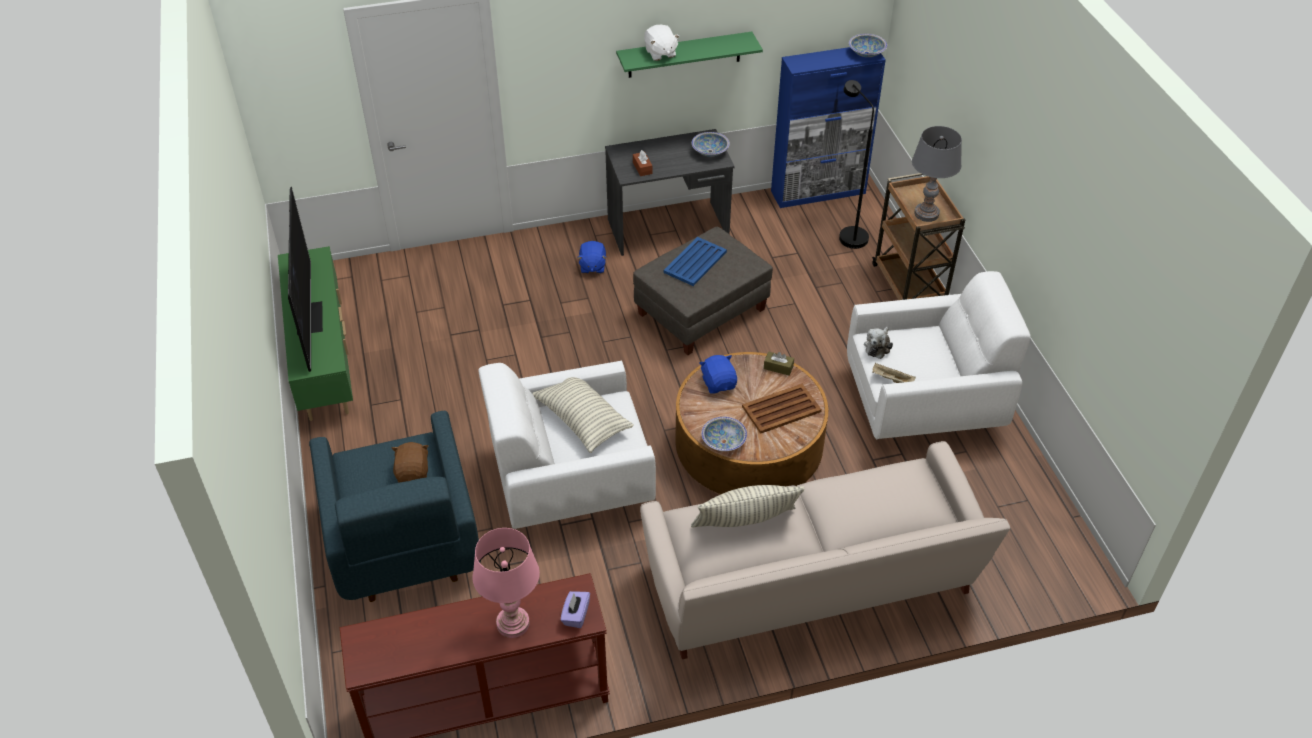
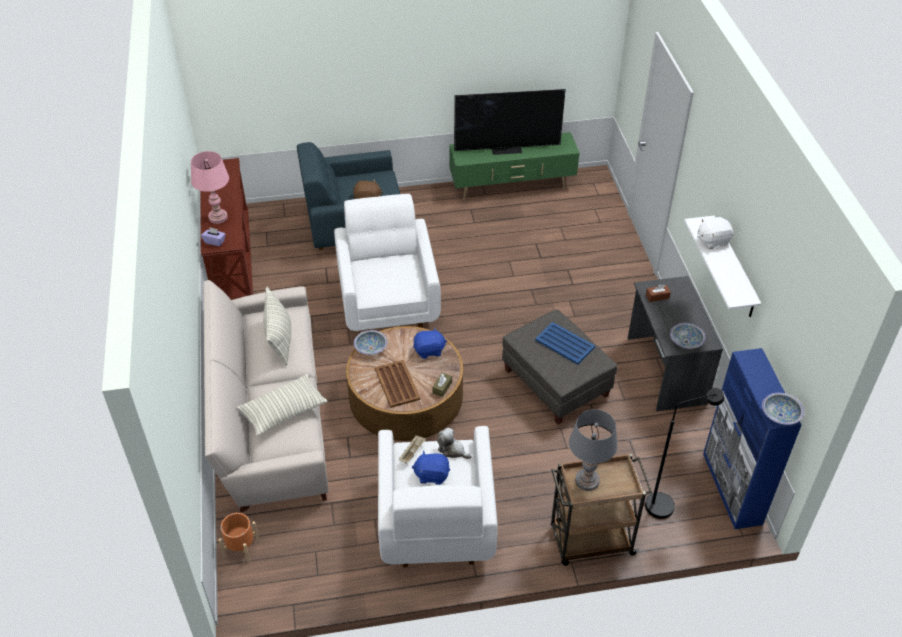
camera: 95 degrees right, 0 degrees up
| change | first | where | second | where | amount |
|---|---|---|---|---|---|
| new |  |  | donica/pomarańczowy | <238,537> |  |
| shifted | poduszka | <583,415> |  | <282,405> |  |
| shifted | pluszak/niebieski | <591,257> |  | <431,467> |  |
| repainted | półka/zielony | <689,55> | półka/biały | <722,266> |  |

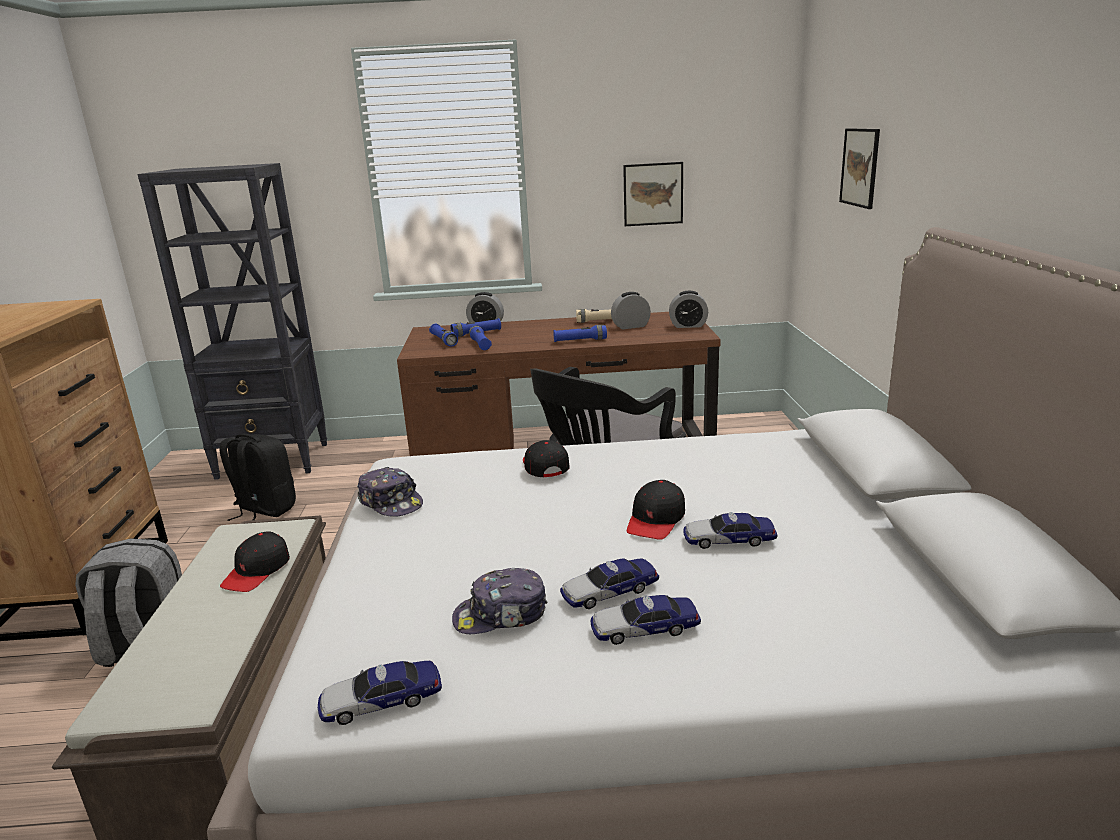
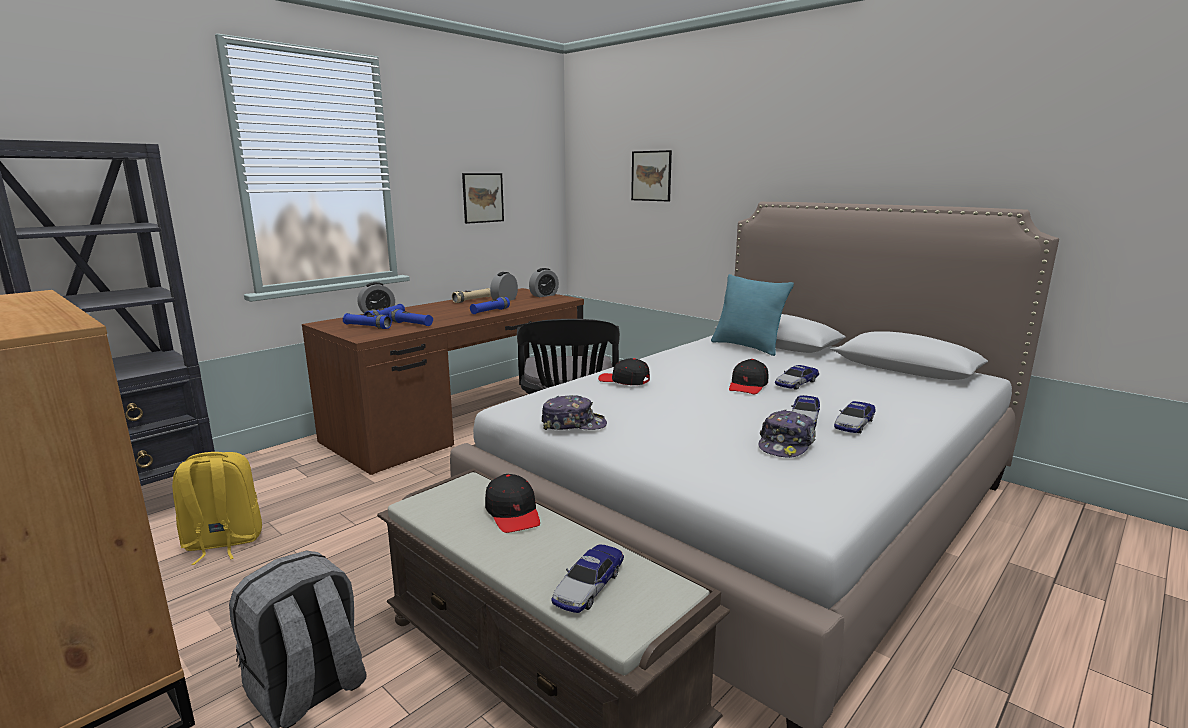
camera: 45 degrees left, 5 degrees down
| change | first | where | second | where | amount |
|---|---|---|---|---|---|
| new |  |  | poduszka/turkusowy | <752,315> |  |
| shifted | samochodzik | <380,693> |  | <587,578> |  |
| repainted | plecak/czarny | <258,477> | plecak/żółty | <217,508> |  |
| rotated | czapka z daszkiem/czarny | <656,510> |  | <748,376> | 45 degrees clockwise |

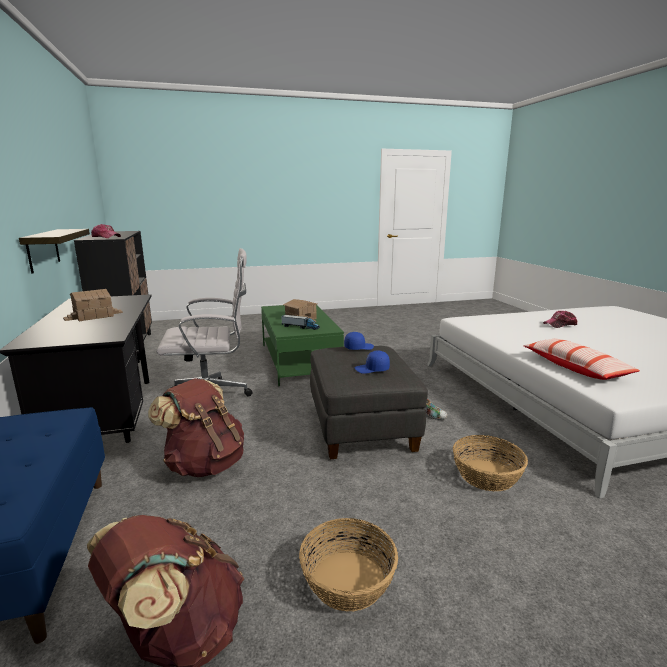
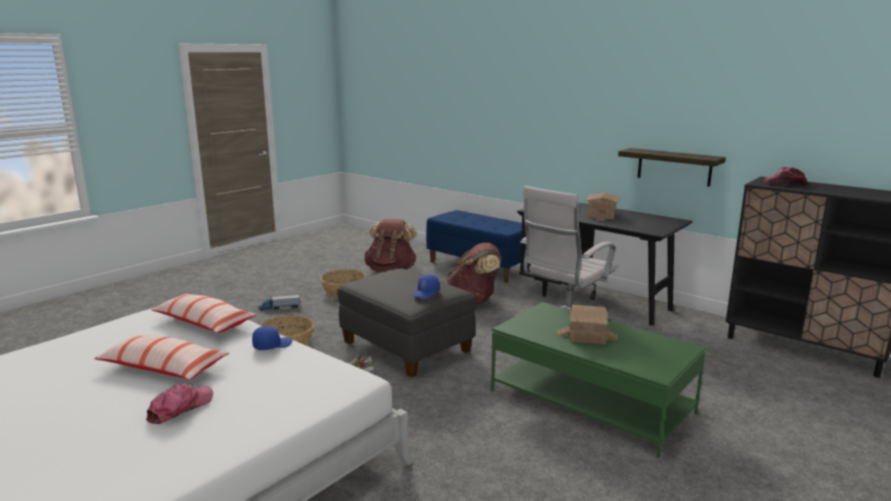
camera: 145 degrees right, 0 degrees up
| change | first | where | second | where | amount |
|---|---|---|---|---|---|
| new |  |  | poduszka | <162,357> |  |
| shifted | ciężarówka zabawkowa | <300,322> |  | <279,303> |  |
| shifted | czapka z daszkiem/niebieski | <372,362> |  | <272,338> |  |

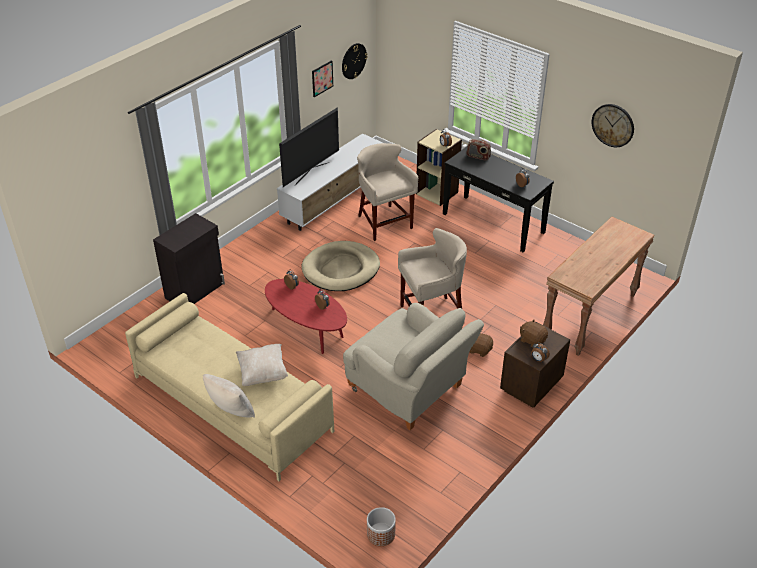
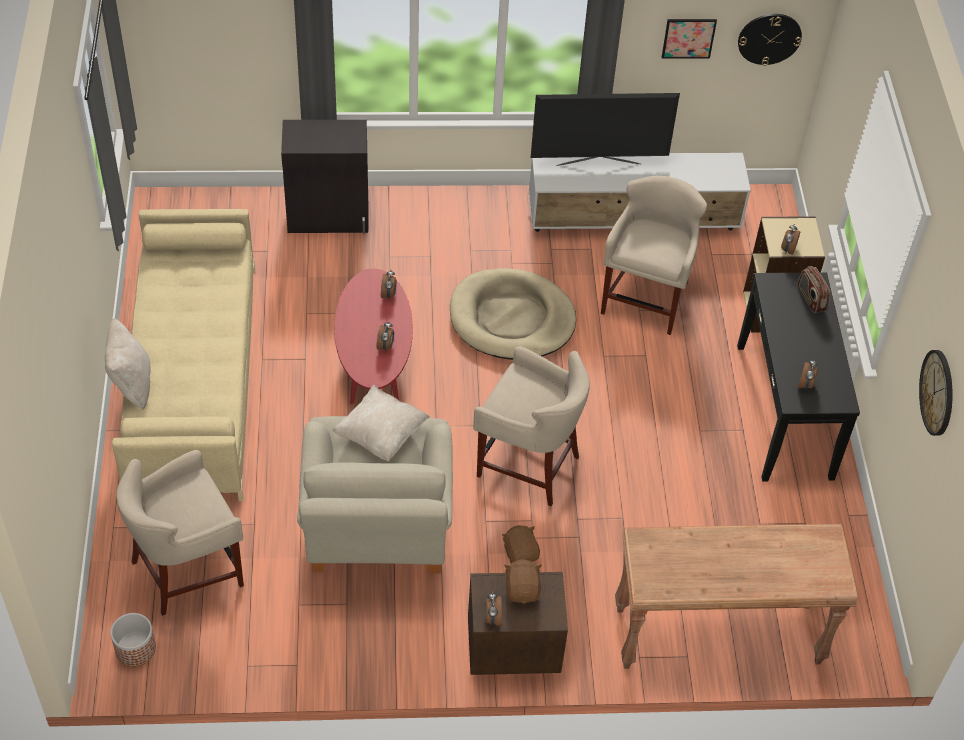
camera: 45 degrees right, 10 degrees up
| change | first | where | second | where | amount |
|---|---|---|---|---|---|
| new |  |  | stołek/beżowy | <180,533> |  |
| shifted | poduszka/beżowy | <262,365> |  | <381,423> |  |

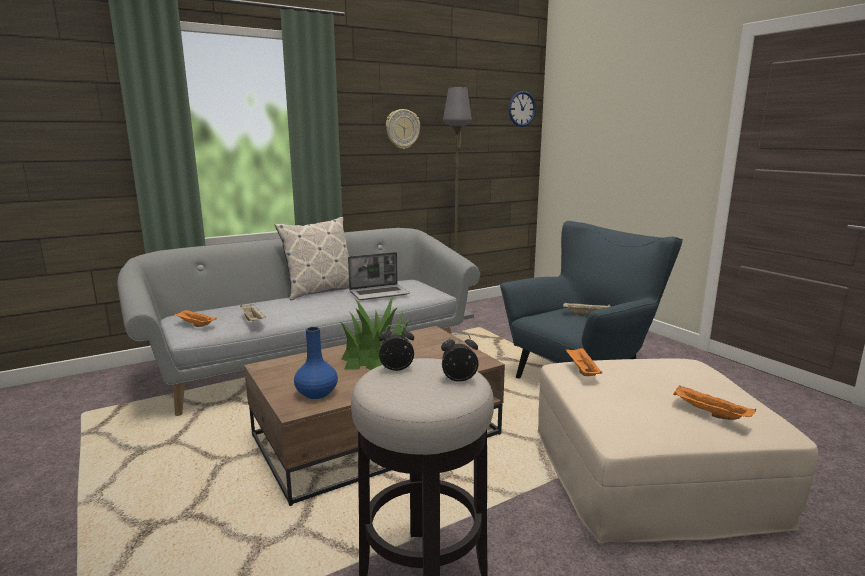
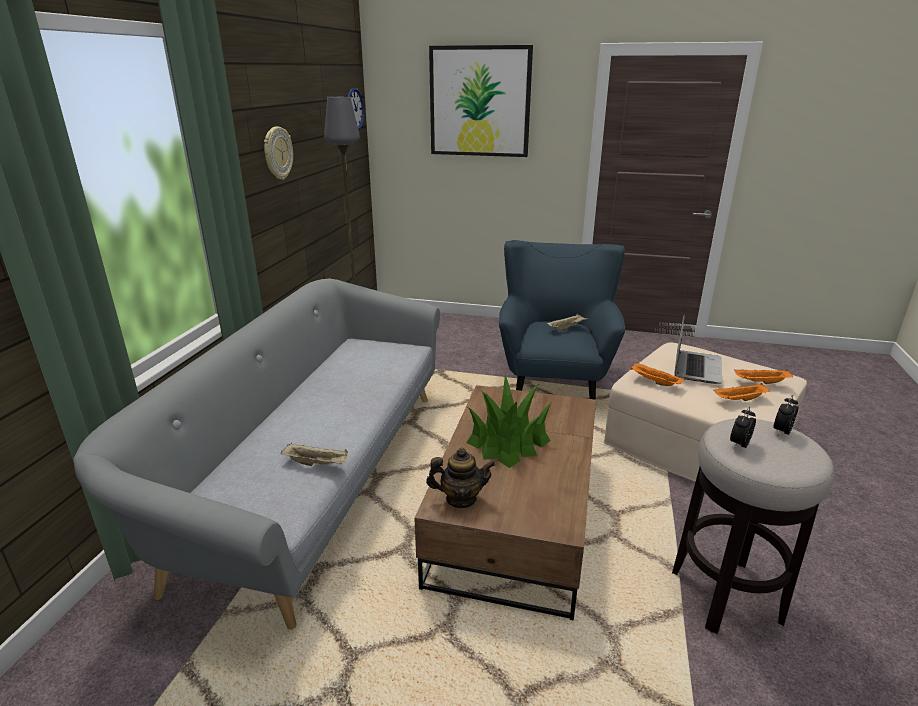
camera: 45 degrees left, 10 degrees up
| change | first | where | second | where | amount |
|---|---|---|---|---|---|
| gone | poduszka | <311,258> |  |  |  |
| gone | wazon/niebieski | <316,363> |  |  |  |
| new |  |  | imbryk | <460,478> |  |
| new |  |  | obraz | <481,101> |  |
| shifted | taca/pomarańczowy | <195,318> |  | <741,392> |  |
| shifted | laptop | <379,276> |  | <698,349> |  |

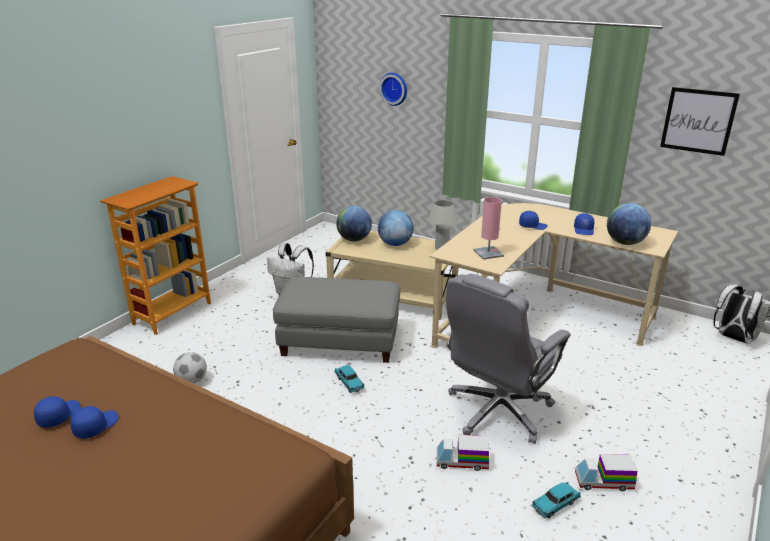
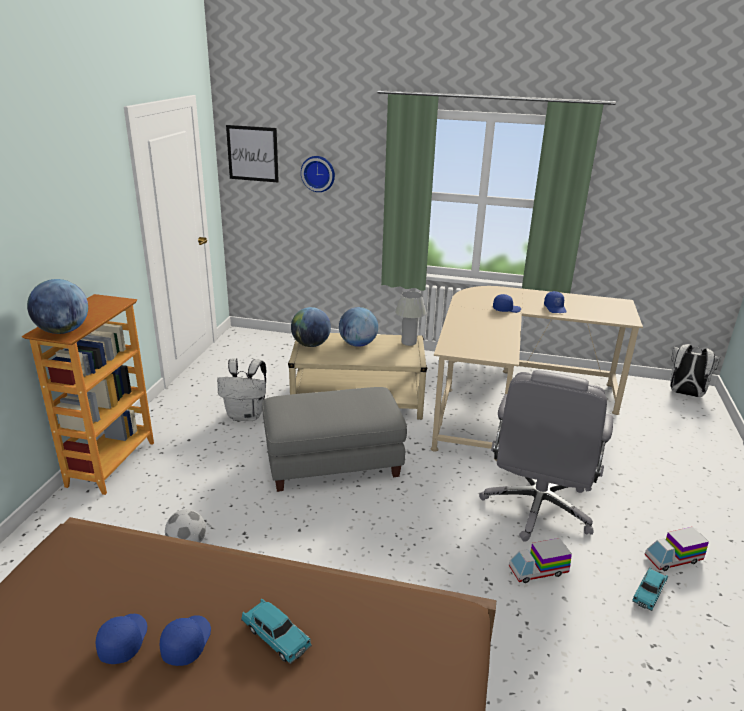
camera: 20 degrees left, 0 degrees up
| change | first | where | second | where | amount |
|---|---|---|---|---|---|
| gone | lampa stołowa/różowy | <489,228> |  |  |  |
| shifted | samochodzik/turkusowy | <349,378> |  | <276,631> |  |
| shifted | globus | <629,224> |  | <57,306> |  |
| shifted | obraz | <700,121> |  | <252,154> |  |

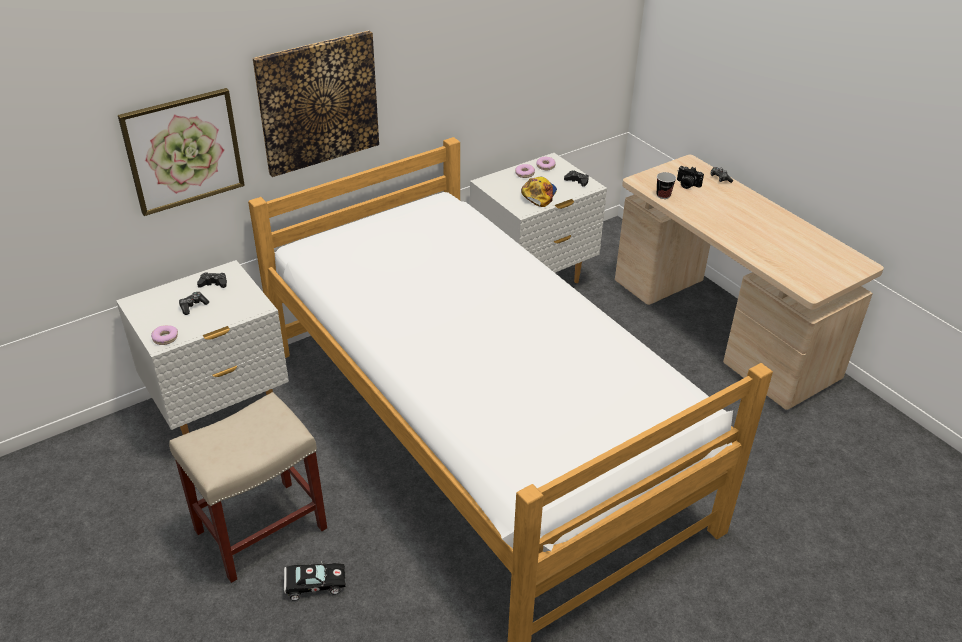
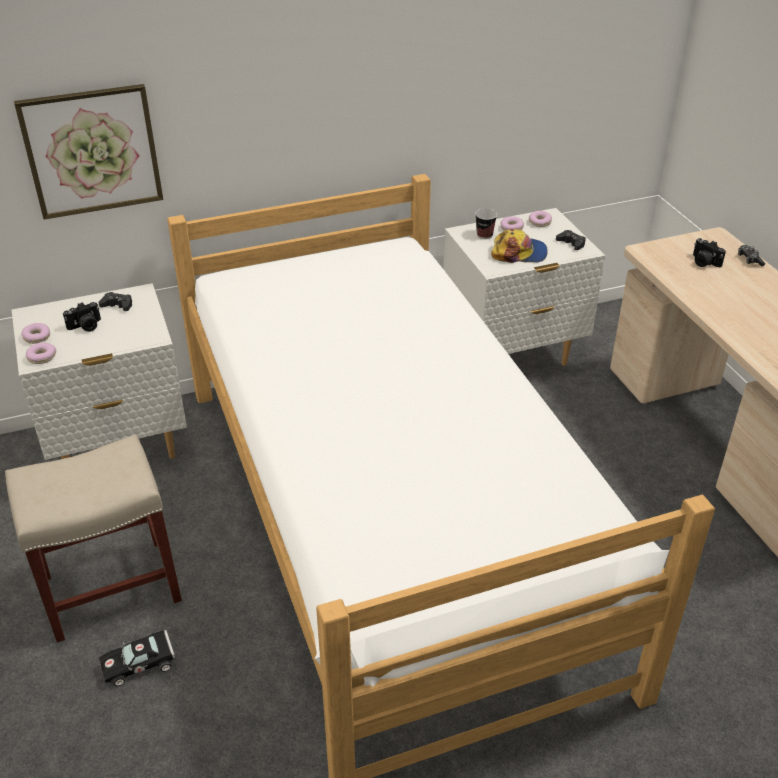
camera: 15 degrees right, 0 degrees up
| change | first | where | second | where | amount |
|---|---|---|---|---|---|
| gone | obraz | <315,103> |  |  |  |
| new |  |  | donut | <35,333> |  |
| shifted | filiżanka | <666,185> |  | <486,224> |  |
| swapped | pad do gier | <194,303> | aparat fotograficzny | <82,317> |  |
| rotated | samochodzik/czarny | <314,581> |  | <137,658> | 150 degrees clockwise |
| rotated | czapka z daszkiem | <539,192> |  | <519,245> | 60 degrees clockwise |

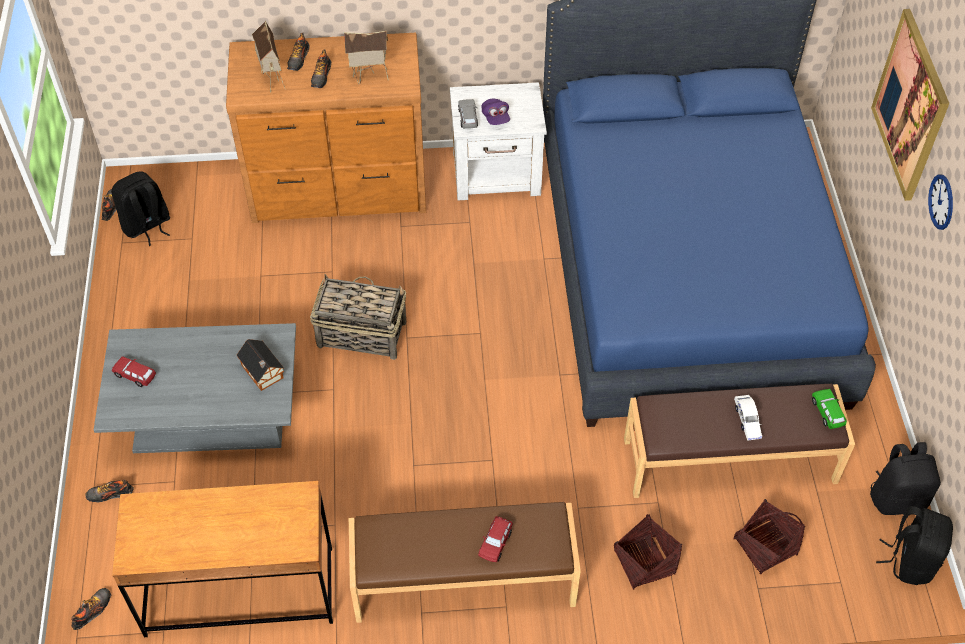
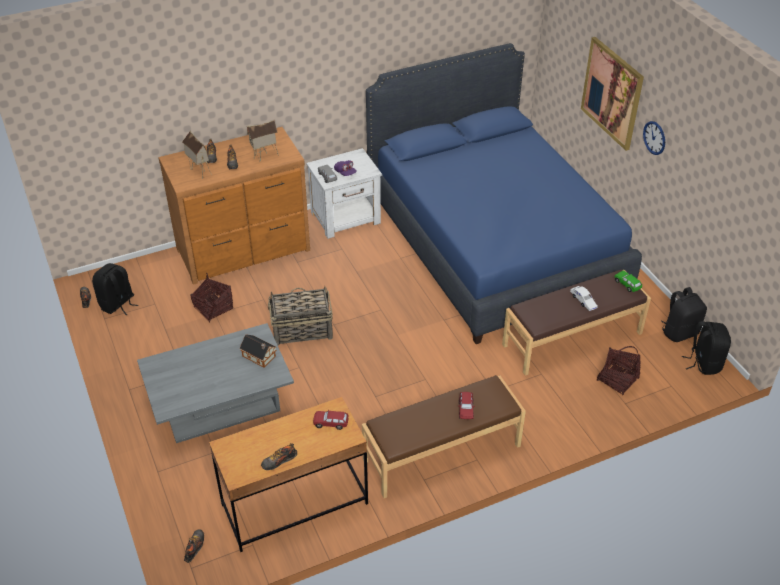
camera: 20 degrees left, 10 degrees down
| change | first | where | second | where | amount |
|---|---|---|---|---|---|
| shifted | but | <109,491> |  | <279,456> |  |
| shifted | samochodzik/czerwony | <134,372> |  | <330,420> |  |
| shifted | koszyk | <648,552> |  | <211,297> |  |

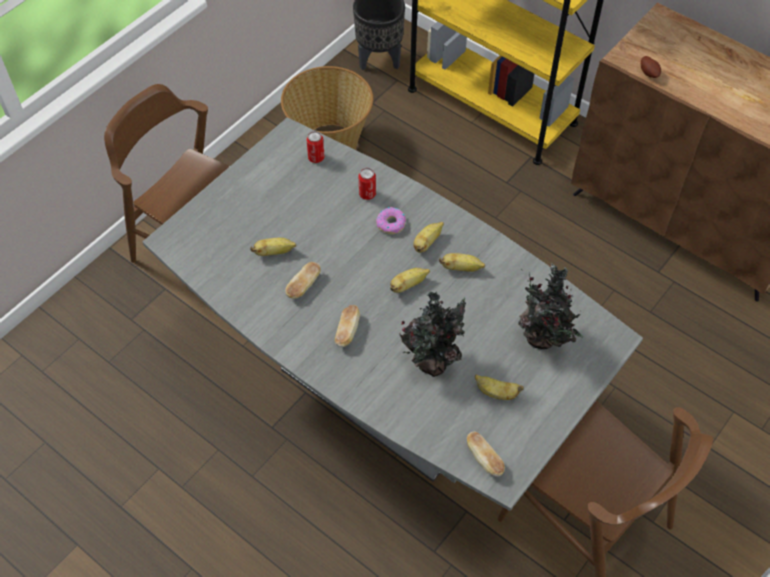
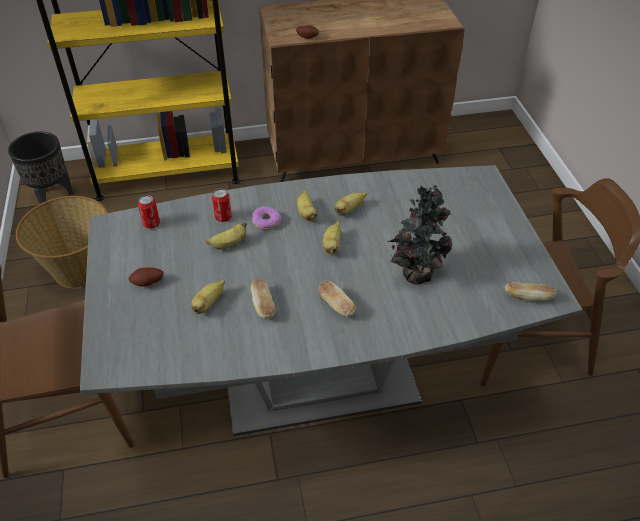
camera: 50 degrees left, 10 degrees down
| change | first | where | second | where | amount |
|---|---|---|---|---|---|
| gone | roślina doniczkowa | <551,306> |  |  |  |
| new |  |  | ziemniak | <146,277> |  |
| shifted | banan | <499,387> |  | <226,235> |  |

